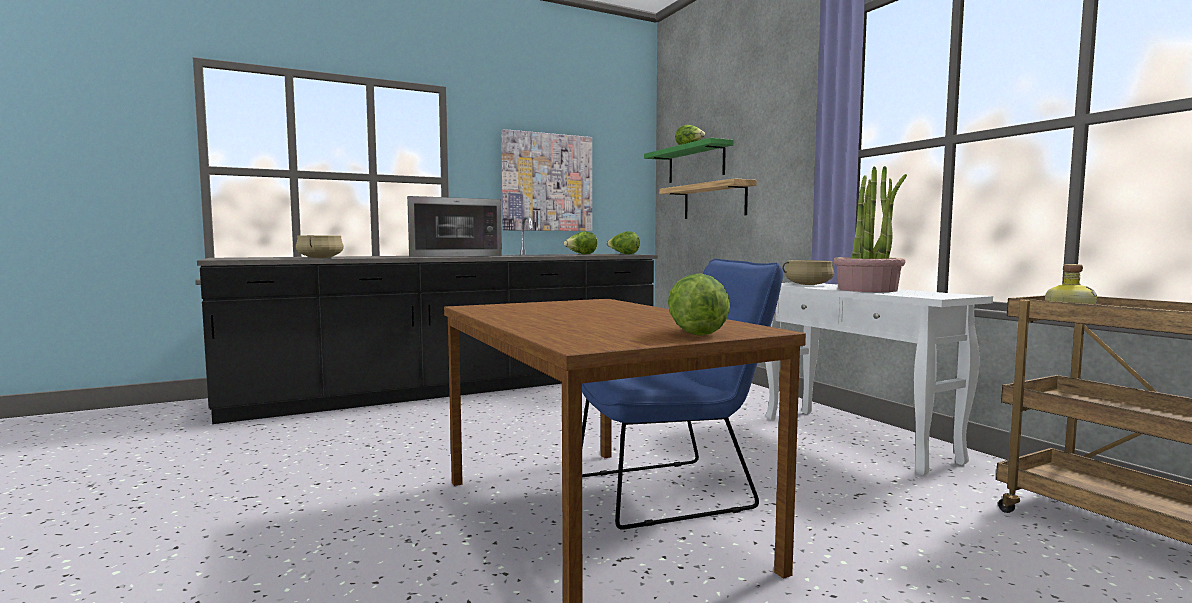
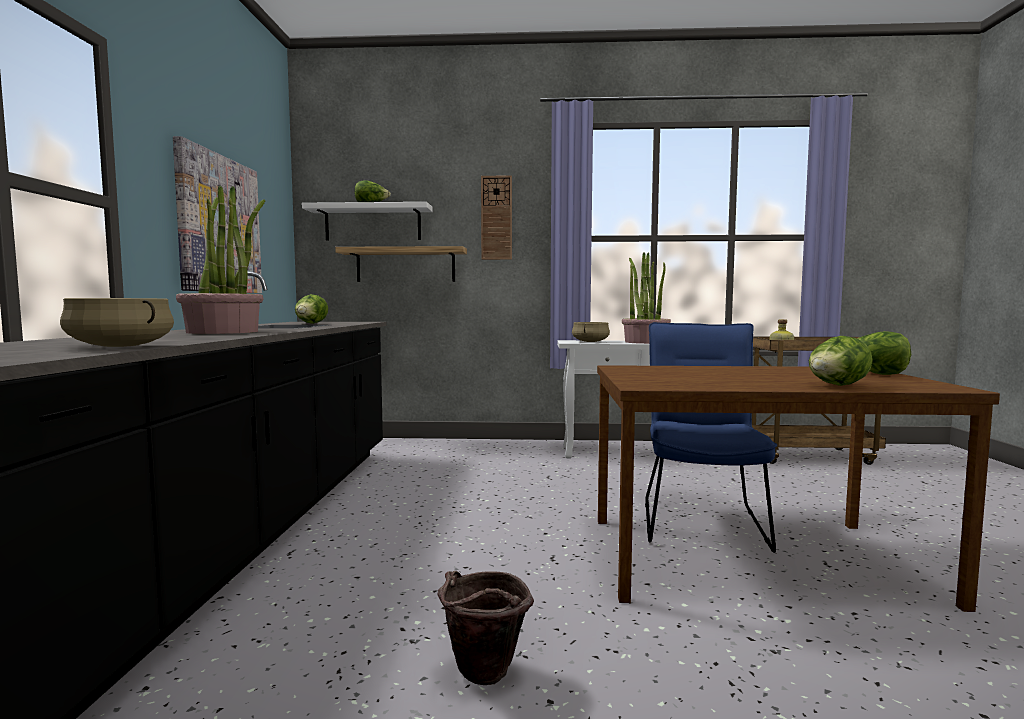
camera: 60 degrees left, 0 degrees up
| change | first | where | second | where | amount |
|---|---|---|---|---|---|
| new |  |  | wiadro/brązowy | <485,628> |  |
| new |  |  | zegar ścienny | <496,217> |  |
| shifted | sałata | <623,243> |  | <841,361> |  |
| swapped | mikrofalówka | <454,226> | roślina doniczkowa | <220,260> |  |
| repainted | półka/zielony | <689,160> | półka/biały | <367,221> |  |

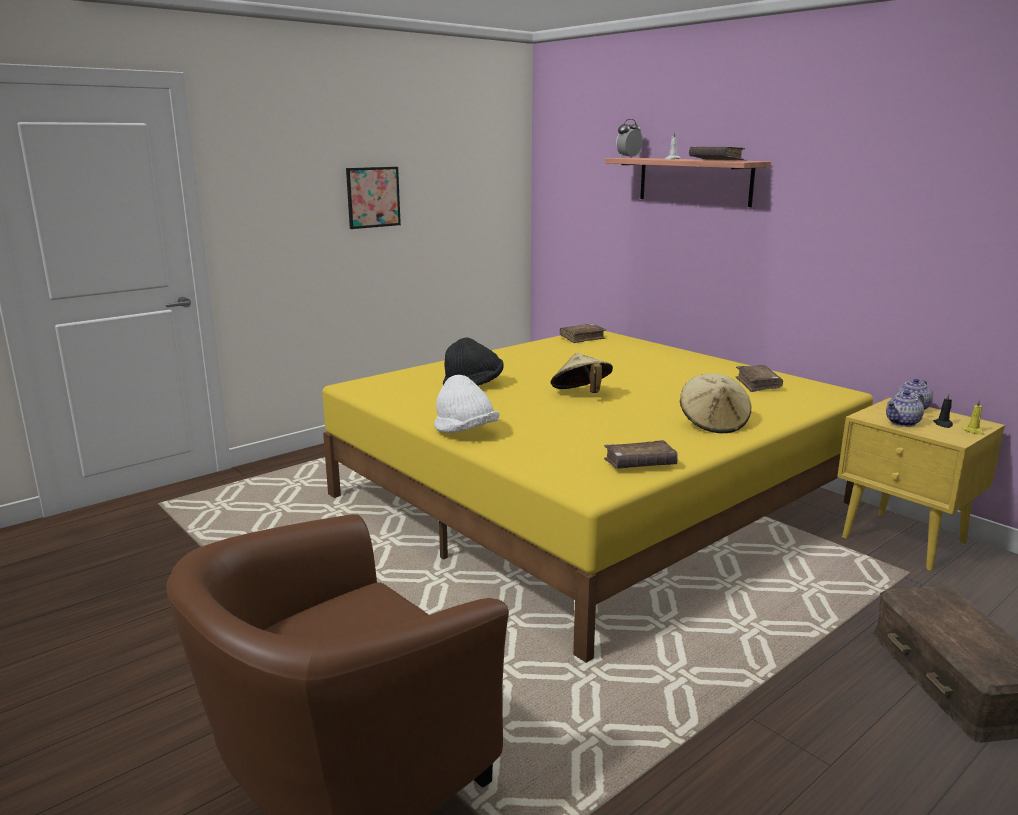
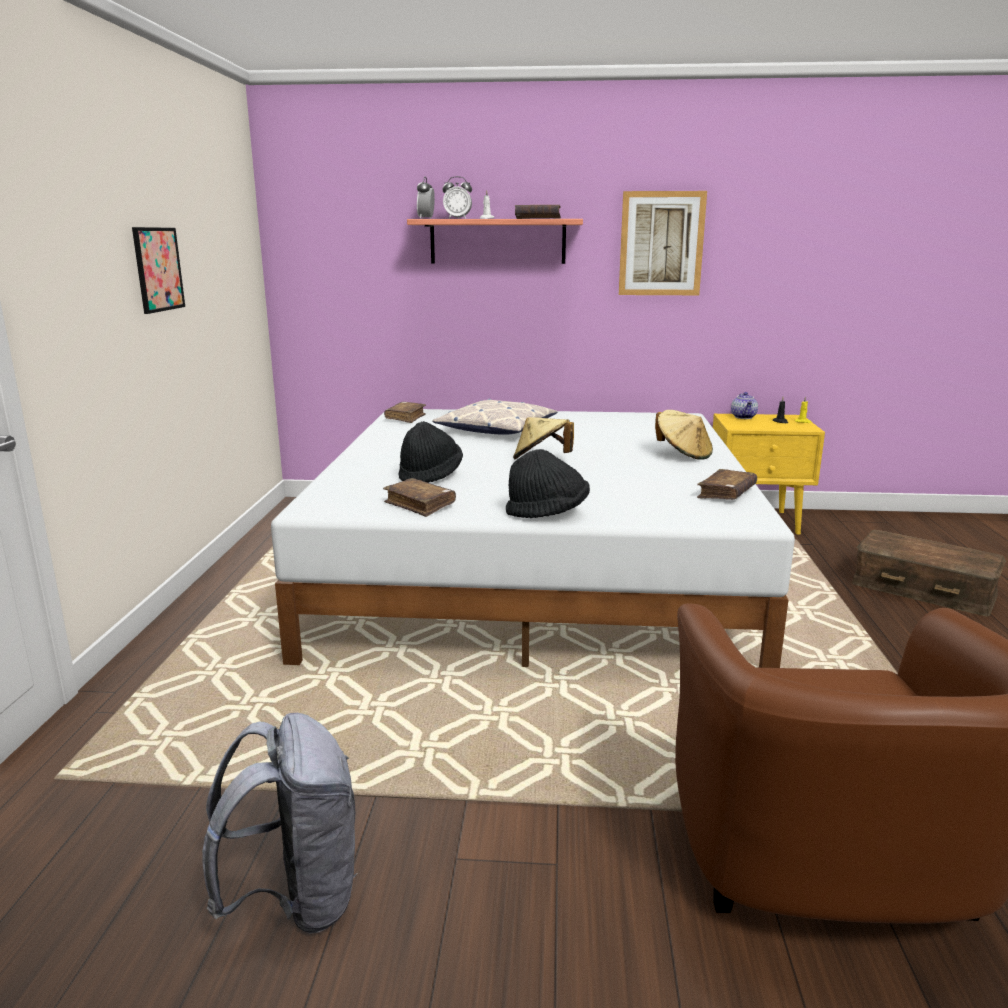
camera: 45 degrees left, 0 degrees up
| change | first | where | second | where | amount |
|---|---|---|---|---|---|
| gone | imbryk | <905,409> |  |  |  |
| new |  |  | plecak/szary | <280,823> |  |
| new |  |  | poduszka | <494,417> |  |
| new |  |  | budzik | <457,197> |  |
| new |  |  | obraz | <663,243> |  |
| shifted | książka/brązowy | <759,378> |  | <419,497> |  |
| repainted | łóżko/żółty | <597,497> | łóżko/biały | <533,538> |  |
| repainted | kapelusz/biały | <467,404> | kapelusz/czarny | <548,483> |  |

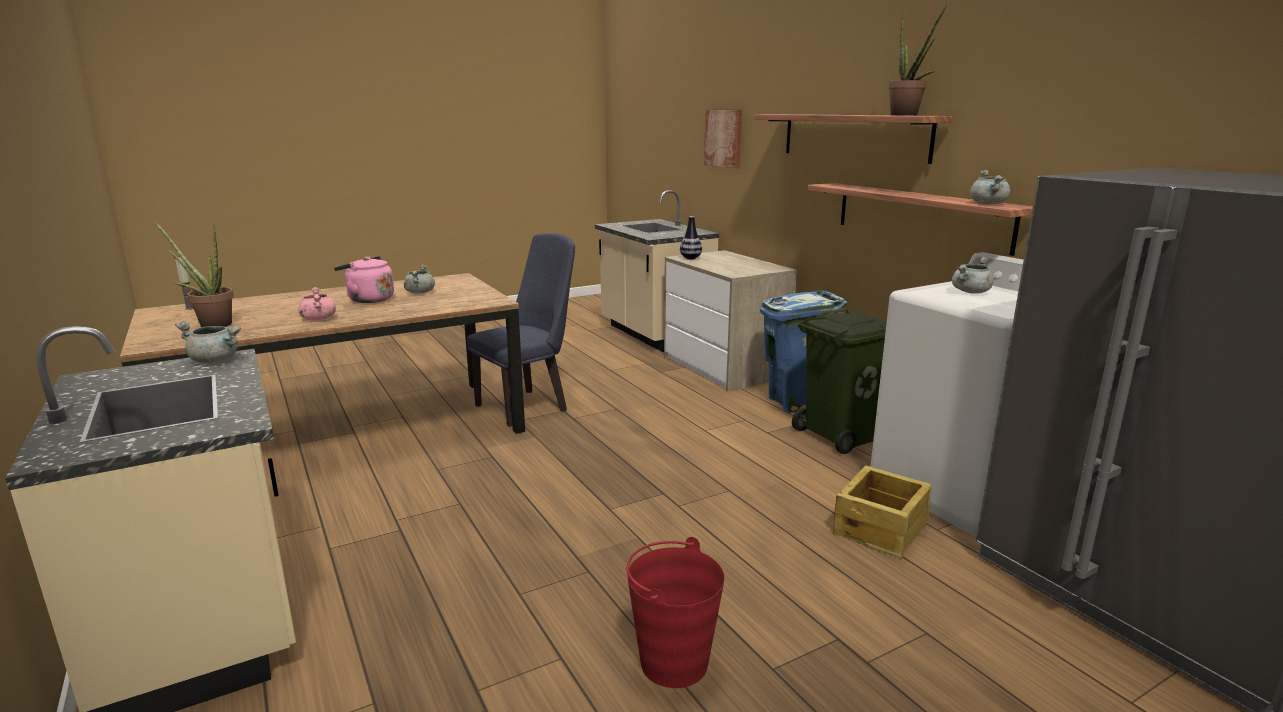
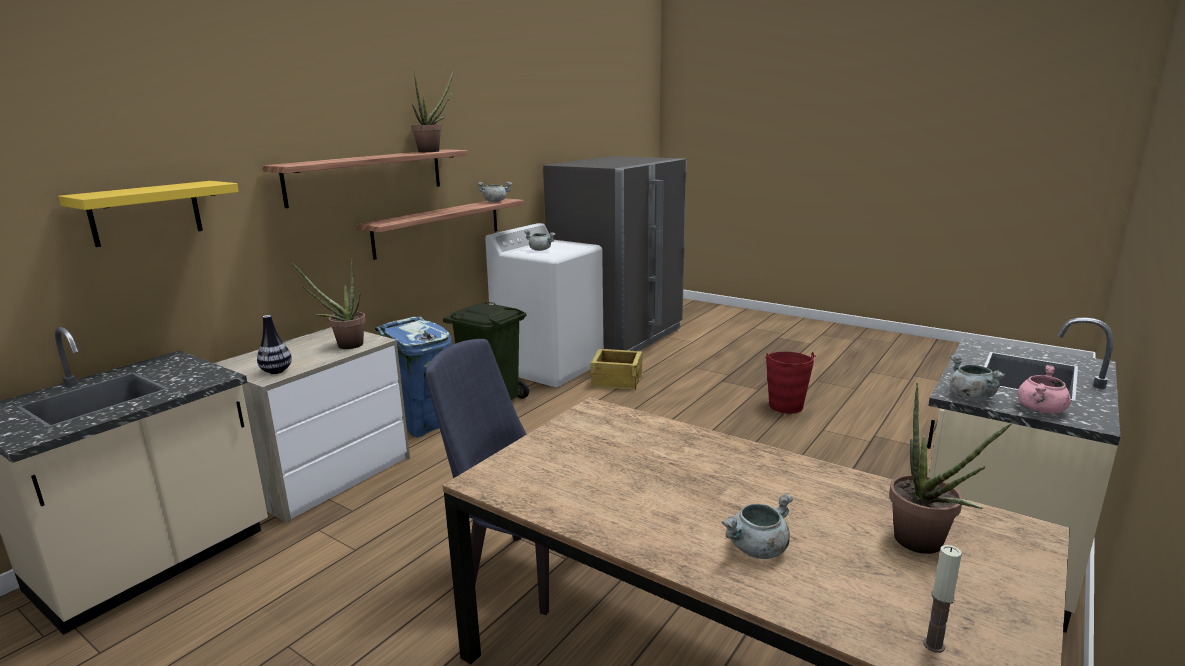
camera: 115 degrees left, 0 degrees up
| change | first | where | second | where | amount |
|---|---|---|---|---|---|
| gone | czajnik/różowy | <364,279> |  |  |  |
| new |  |  | roślina doniczkowa | <328,303> |  |
| shifted | garnek/różowy | <317,303> |  | <1044,389> |  |
| shifted | garnek/szary | <419,279> |  | <757,526> |  |
| swapped | obraz | <723,139> | półka/żółty | <148,214> |  |

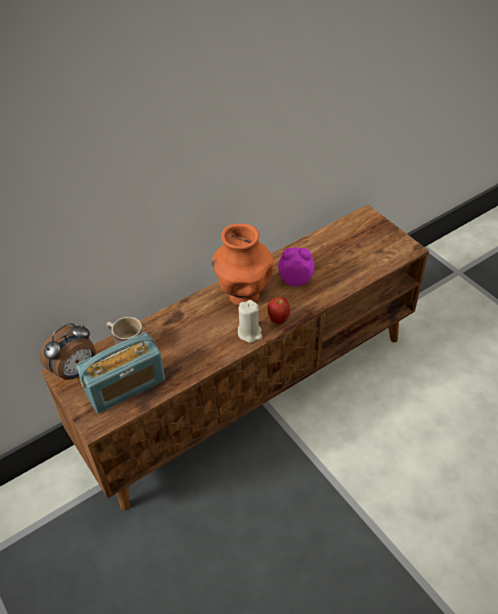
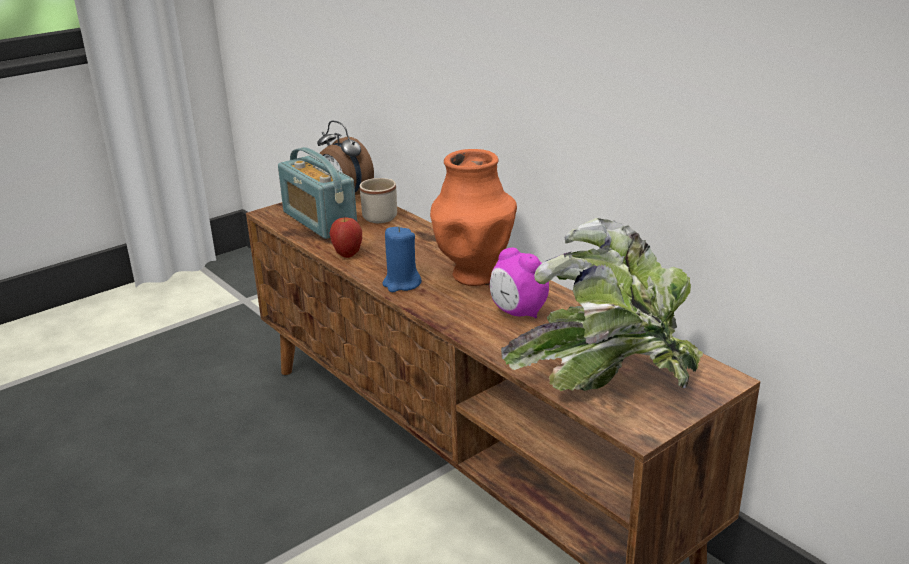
camera: 85 degrees right, 20 degrees down
| change | first | where | second | where | amount |
|---|---|---|---|---|---|
| new |  |  | roślina doniczkowa | <602,304> |  |
| shifted | jabłko | <278,310> |  | <345,237> |  |
| repainted | świeca/beżowy | <250,321> | świeca/niebieski | <401,259> |  |
| rotated | budzik | <296,267> |  | <519,283> | 135 degrees clockwise |

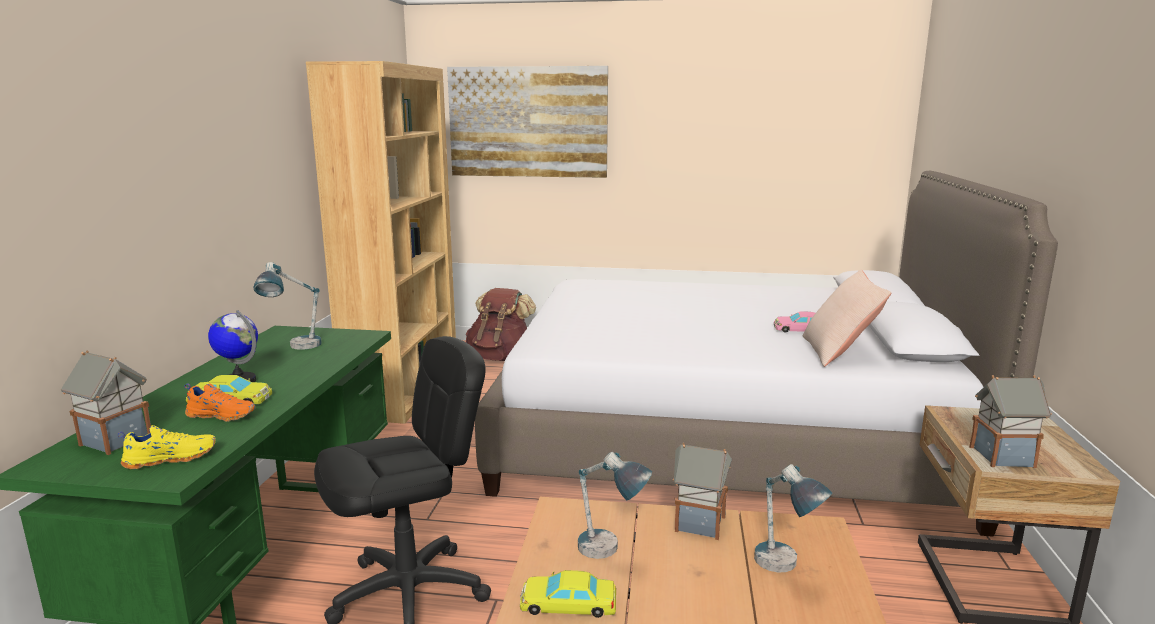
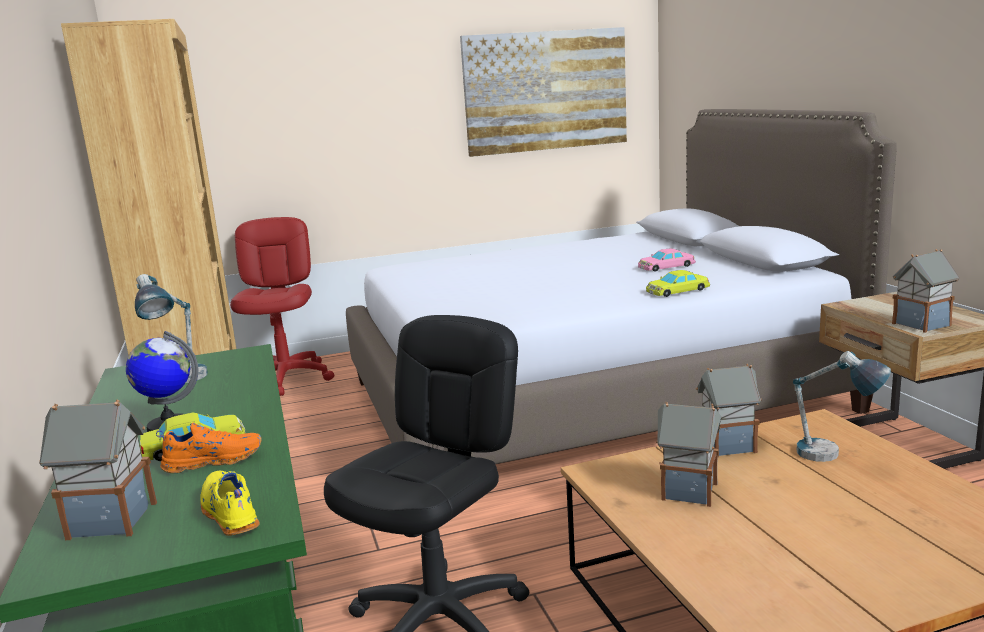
camera: 25 degrees left, 0 degrees up
| change | first | where | second | where | amount |
|---|---|---|---|---|---|
| gone | poduszka/beżowy | <846,318> |  |  |  |
| shifted | obraz | <527,122> |  | <543,92> |  |
| shifted | samochodzik/żółty | <568,594> |  | <678,283> |  |
| swapped | plecak/brązowy | <501,324> | krzesło biurowe/czerwony | <282,306> |  |
| swapped | lampa stołowa | <615,505> | domek | <688,454> |  |
| rotated | but/żółty | <167,447> |  | <230,503> | 75 degrees counterclockwise |

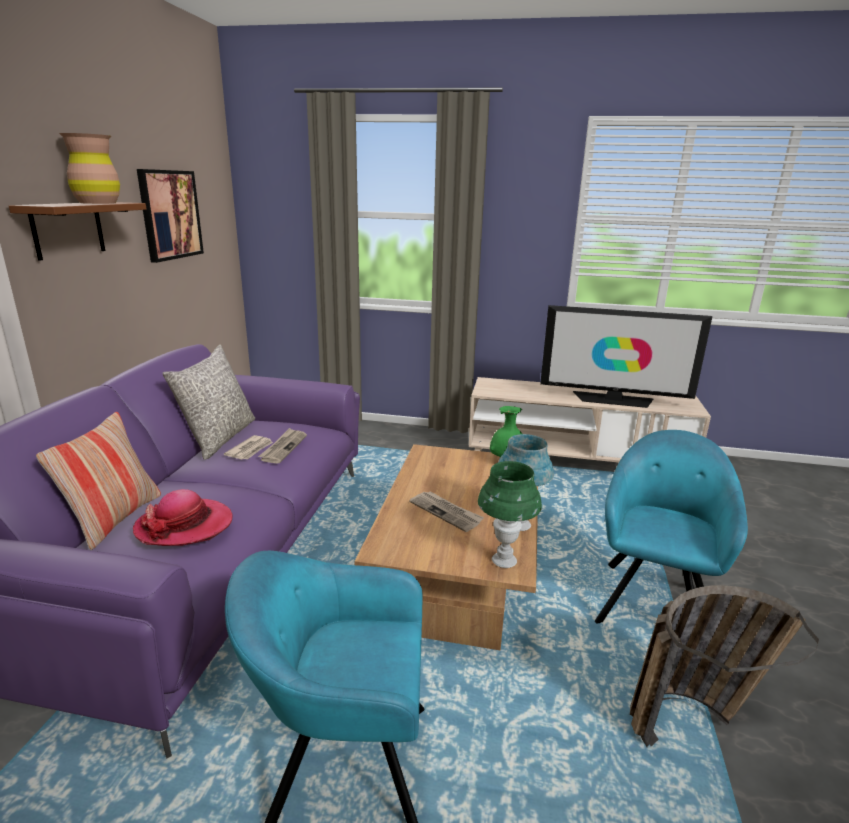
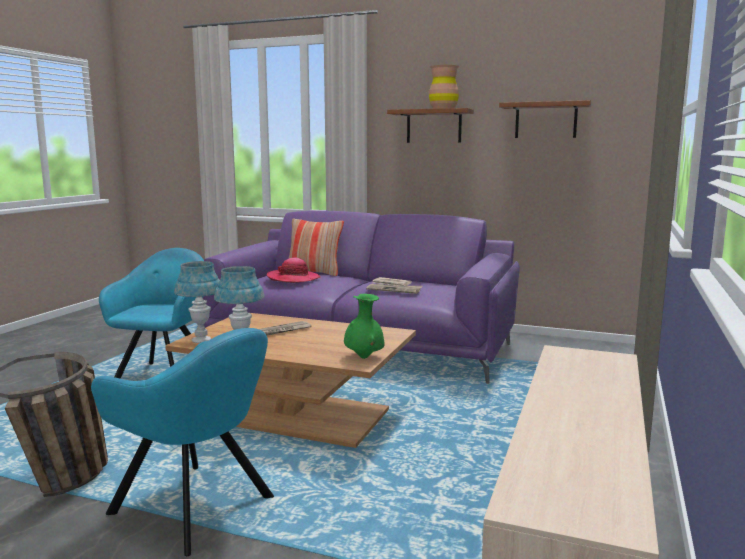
camera: 100 degrees right, 10 degrees down
| change | first | where | second | where | amount |
|---|---|---|---|---|---|
| gone | poduszka/szary | <208,402> |  |  |  |
| gone | telewizor | <626,356> |  |  |  |
| swapped | obraz | <170,216> | półka/brązowy | <545,119> |  |
| repainted | lampa stołowa/zielony | <510,514> | lampa stołowa/niebieski | <197,302> |  |

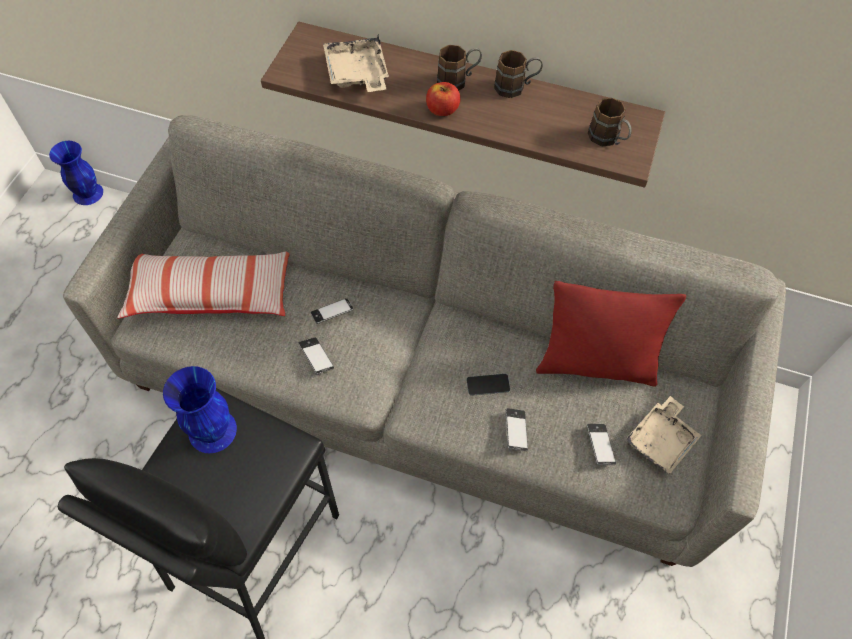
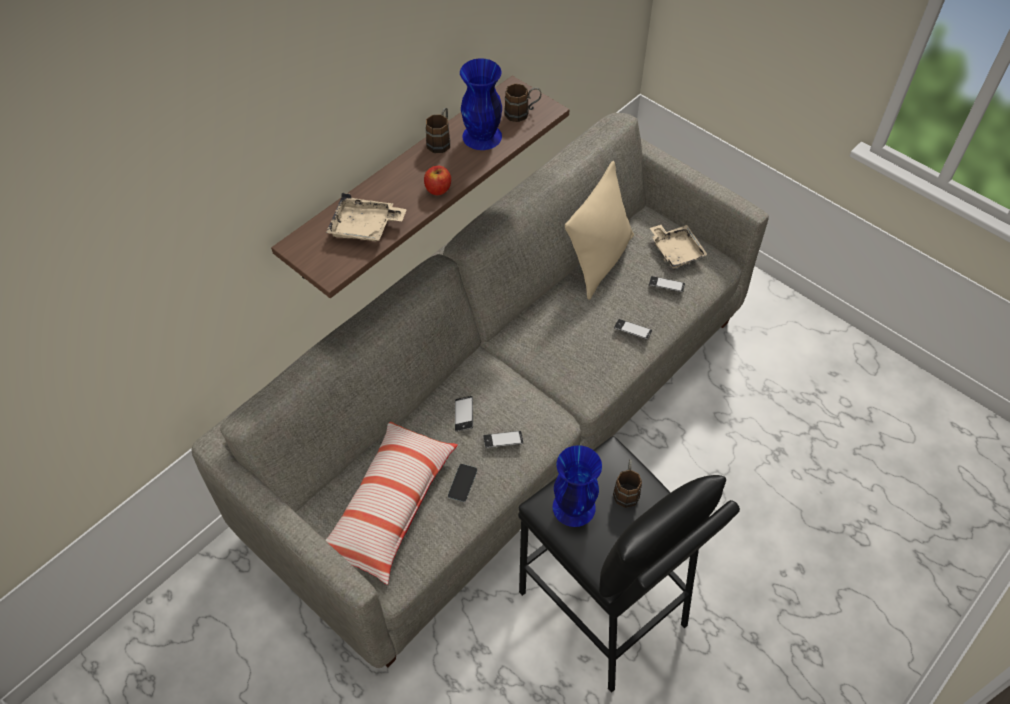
camera: 65 degrees left, 5 degrees down
| change | first | where | second | where | amount |
|---|---|---|---|---|---|
| shifted | wazon/niebieski | <76,173> |  | <481,104> |  |
| shifted | kubek/brązowy | <459,67> |  | <627,483> |  |
| shifted | telefon | <488,385> |  | <462,483> |  |
| repainted | poduszka/czerwony | <611,334> | poduszka/beżowy | <599,230> |  |

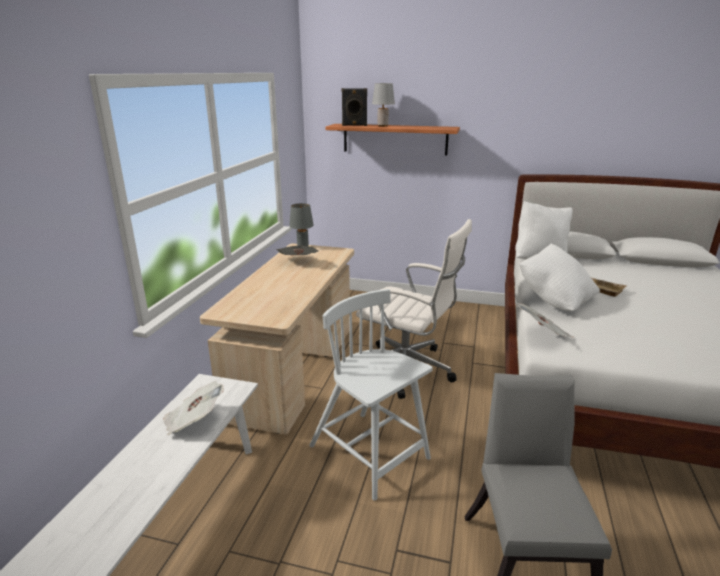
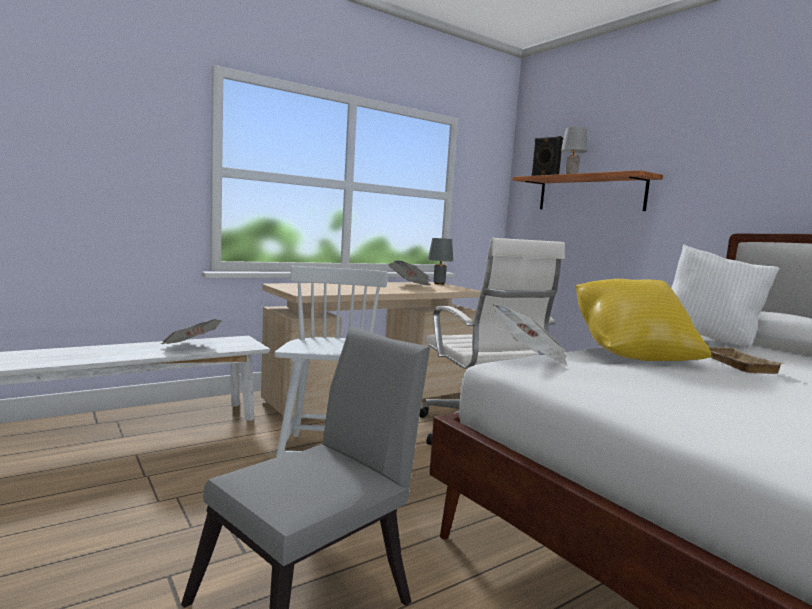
camera: 40 degrees right, 15 degrees down
| change | first | where | second | where | amount |
|---|---|---|---|---|---|
| repainted | poduszka/biały | <559,277> | poduszka/żółty | <643,320> |  |

